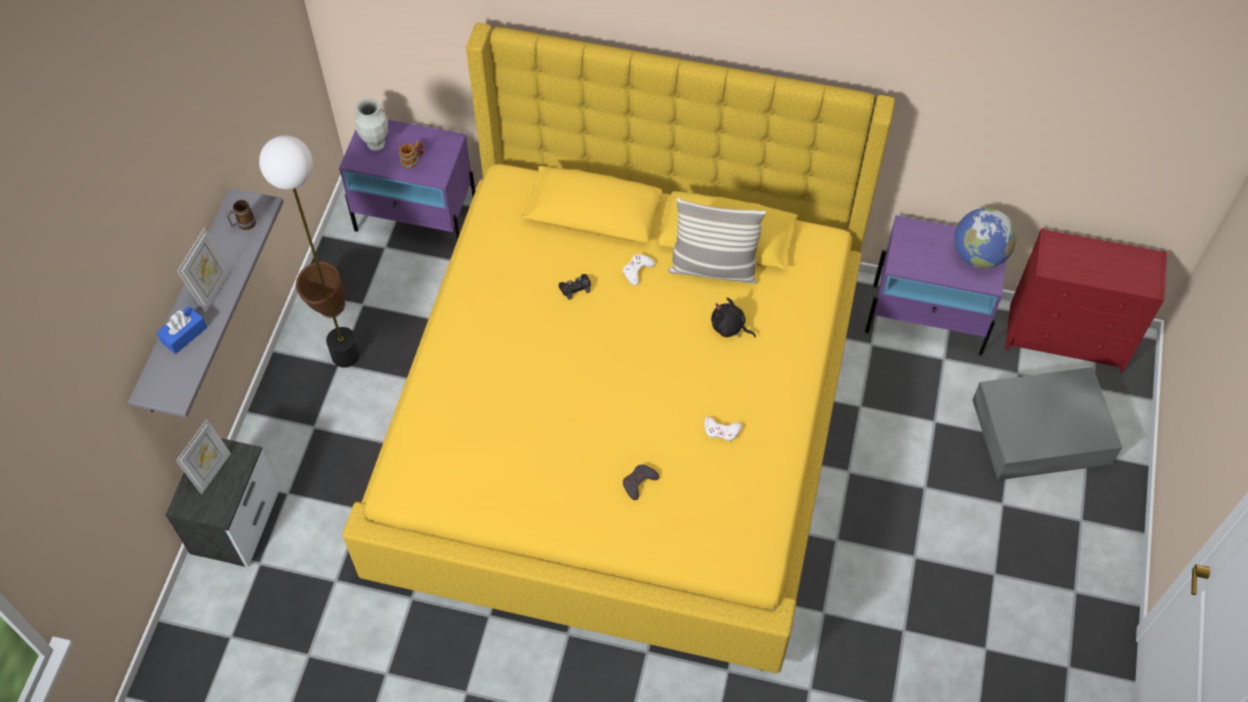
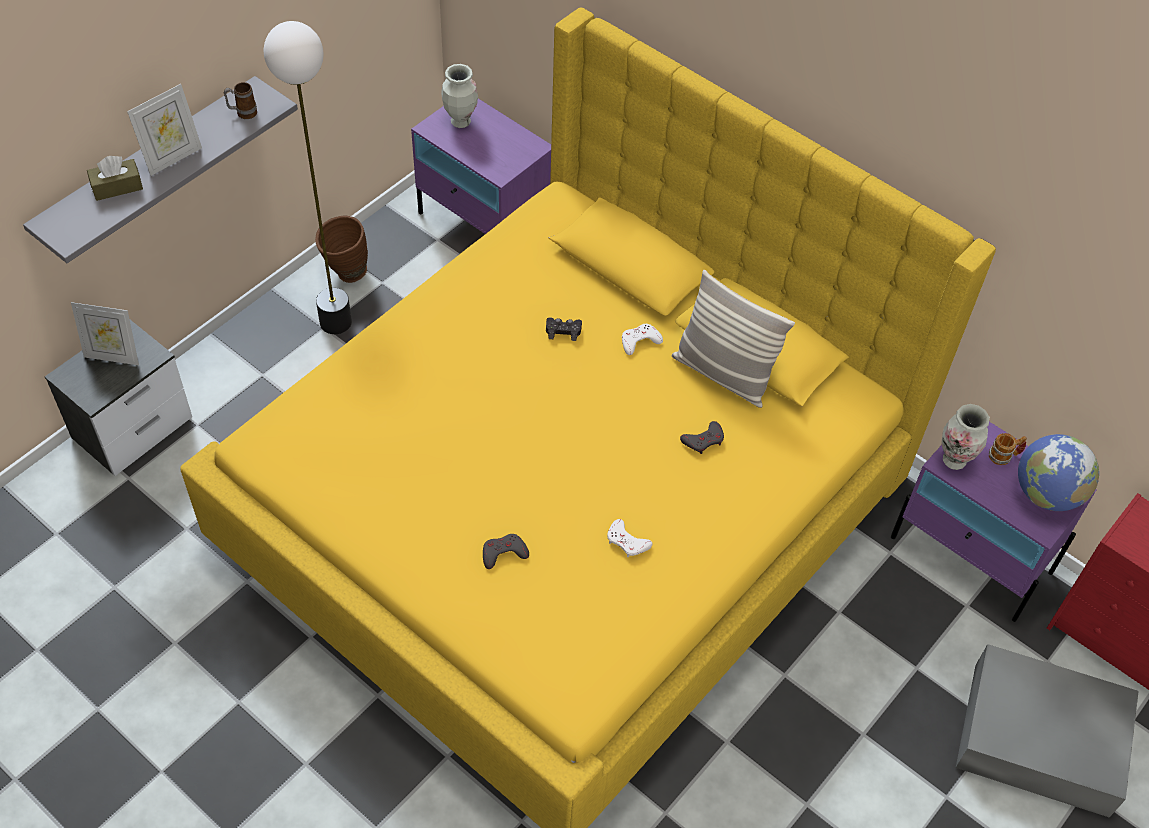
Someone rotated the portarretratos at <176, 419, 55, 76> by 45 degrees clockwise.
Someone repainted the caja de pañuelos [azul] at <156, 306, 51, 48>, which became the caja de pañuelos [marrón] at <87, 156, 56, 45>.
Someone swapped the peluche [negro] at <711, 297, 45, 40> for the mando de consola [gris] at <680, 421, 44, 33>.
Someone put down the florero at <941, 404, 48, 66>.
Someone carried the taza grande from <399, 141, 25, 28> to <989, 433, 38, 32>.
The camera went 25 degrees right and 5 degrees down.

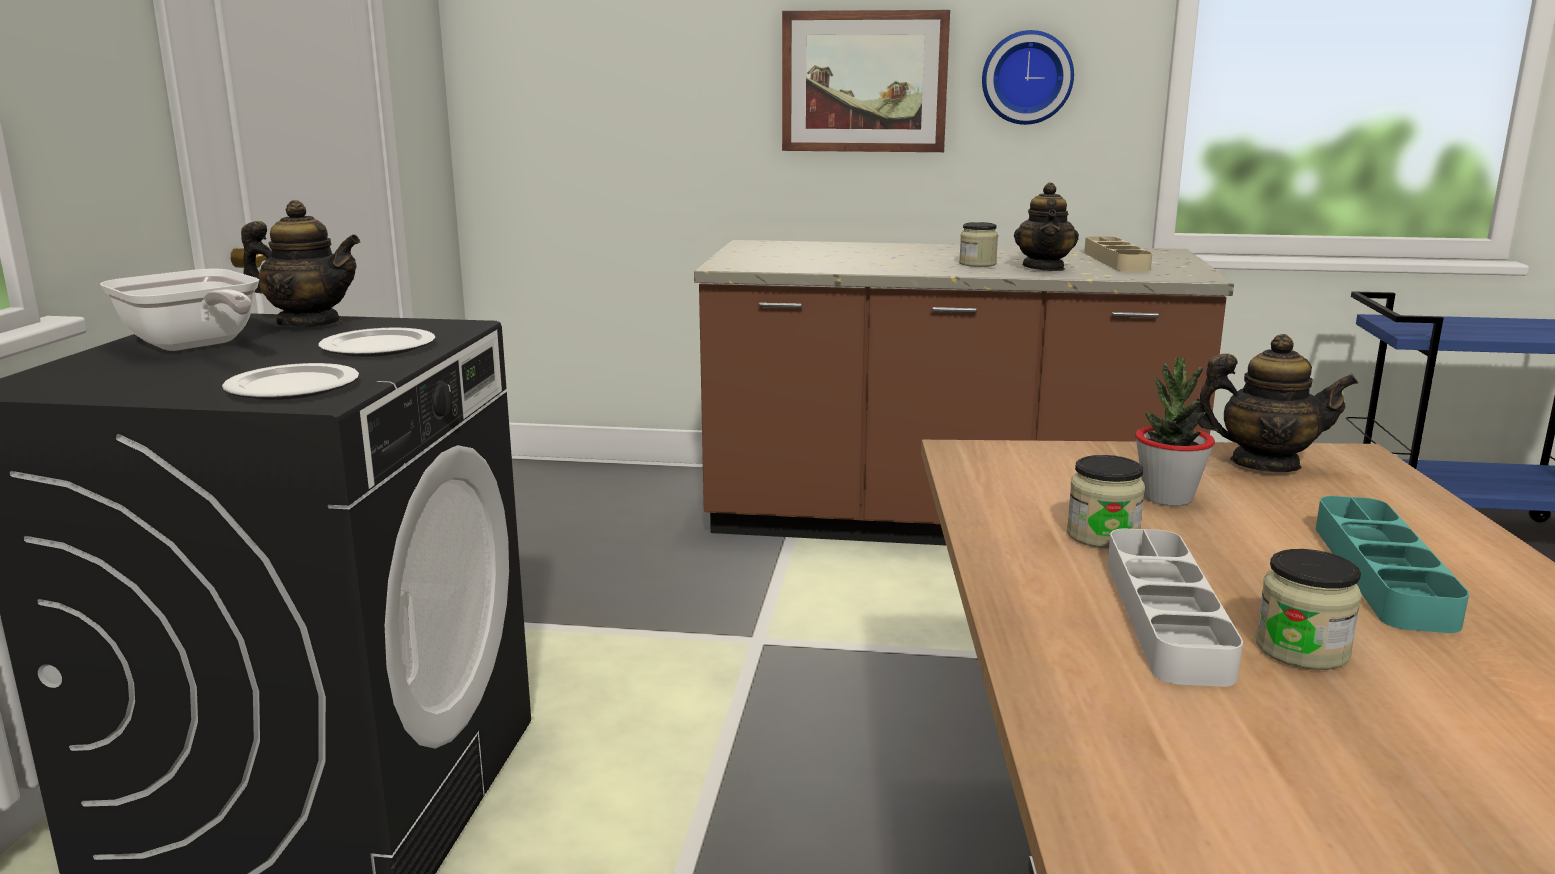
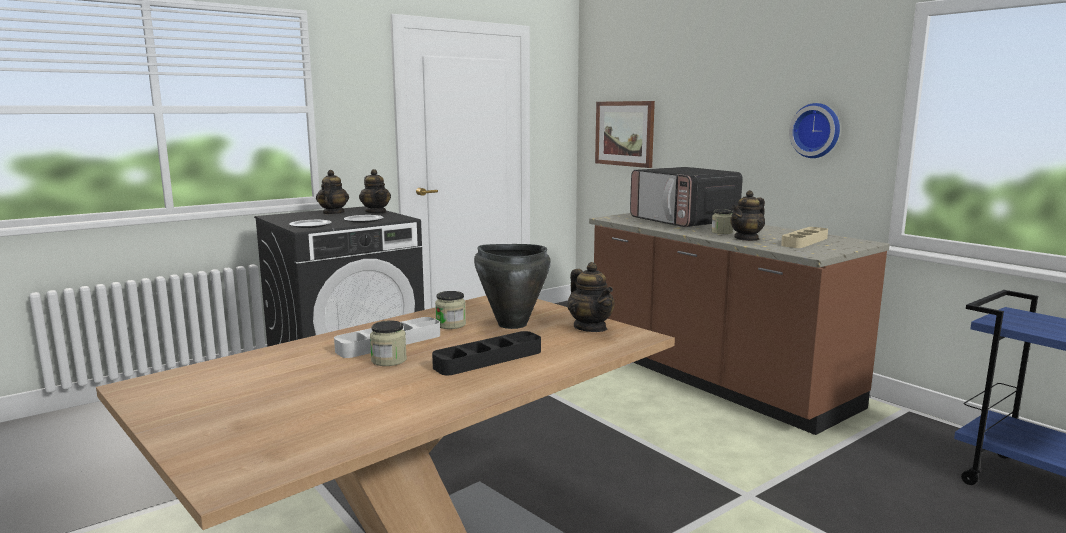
Someone swapped the sartén at <100, 268, 159, 83> for the tetera at <316, 170, 33, 45>.
Someone repainted the bandeja [turquesa] at <1316, 496, 153, 137>, which became the bandeja [negro] at <432, 331, 109, 44>.
Someone swapped the planta en maceta at <1135, 358, 80, 148> for the olla [negro] at <474, 244, 77, 85>.
Someone carried the cuadro from <782, 10, 168, 142> to <595, 101, 60, 67>.
Someone put down the microondas at <630, 167, 113, 60>.
The camera went 45 degrees right and 5 degrees down.

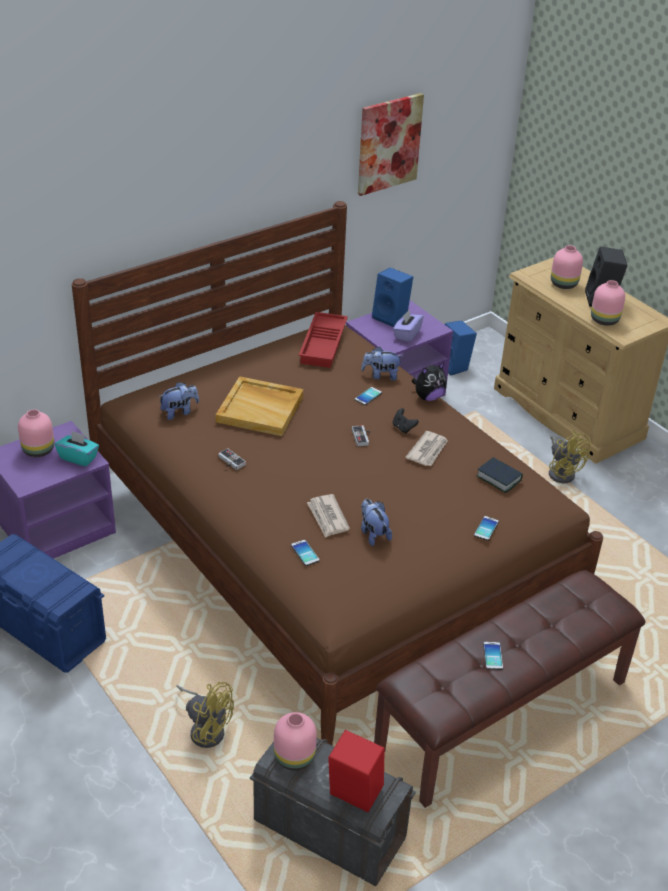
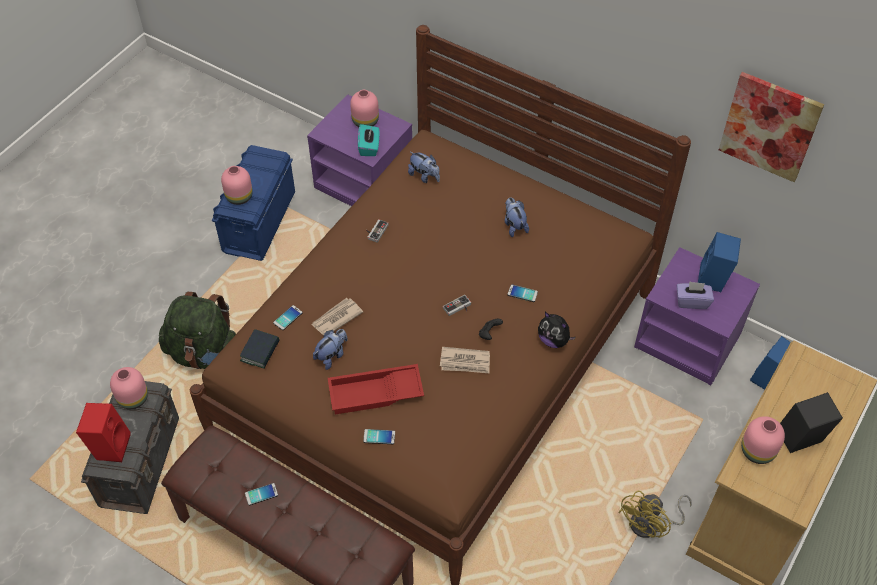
Someone swapped the ventilador [amarillo] at <176, 682, 58, 66> for the mochila [verde] at <159, 292, 77, 77>.
Someone carried the florero [rosa] from <551, 245, 32, 44> to <221, 166, 32, 39>.
Someone carried the libro from <476, 457, 47, 36> to <240, 329, 40, 40>.
Someone carried the bandeja [rojo] from <299, 312, 49, 56> to <328, 364, 96, 50>.
Someone carried the peluche from <361, 346, 42, 35> to <505, 197, 24, 40>.
Someone took away the bandeja [beis] at <216, 376, 87, 60>.
The camera went 70 degrees right and 15 degrees up.

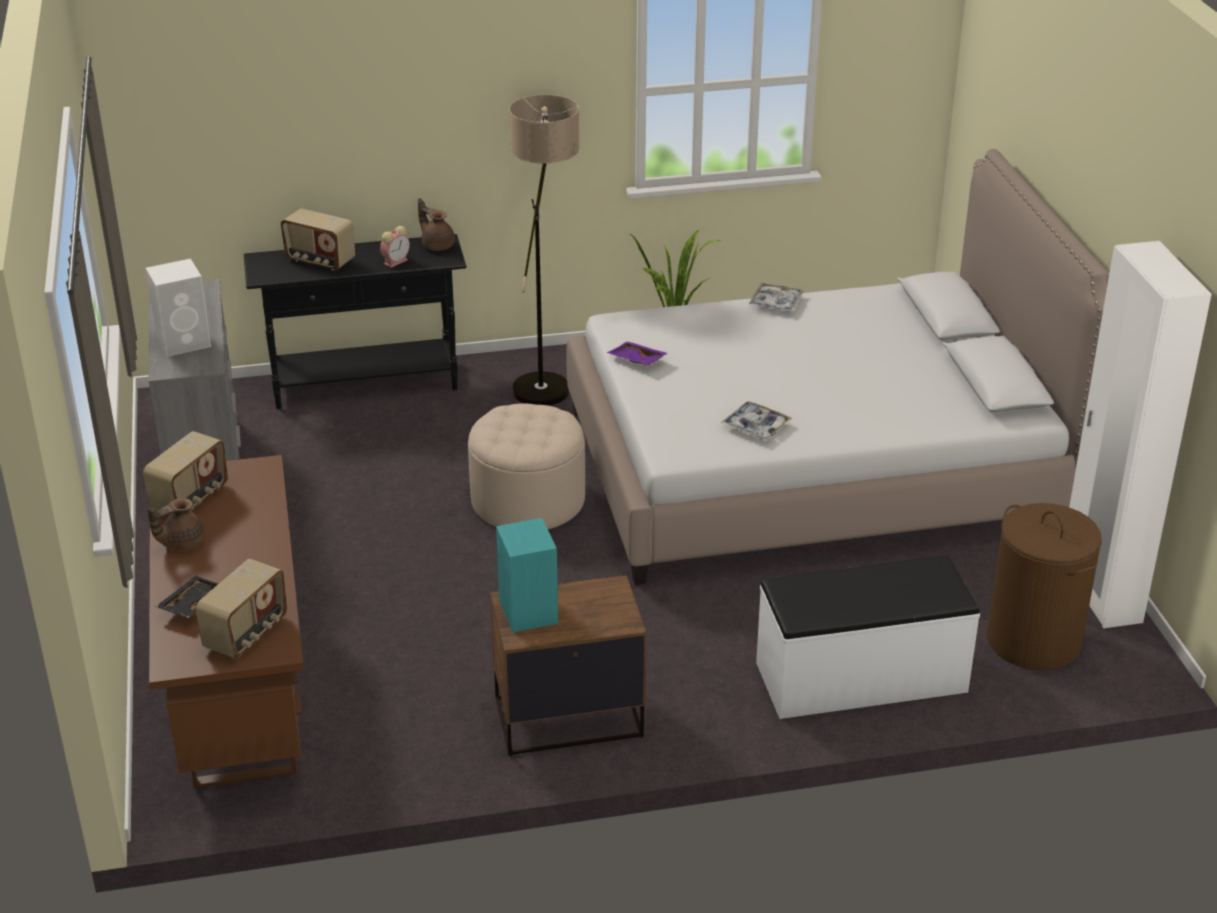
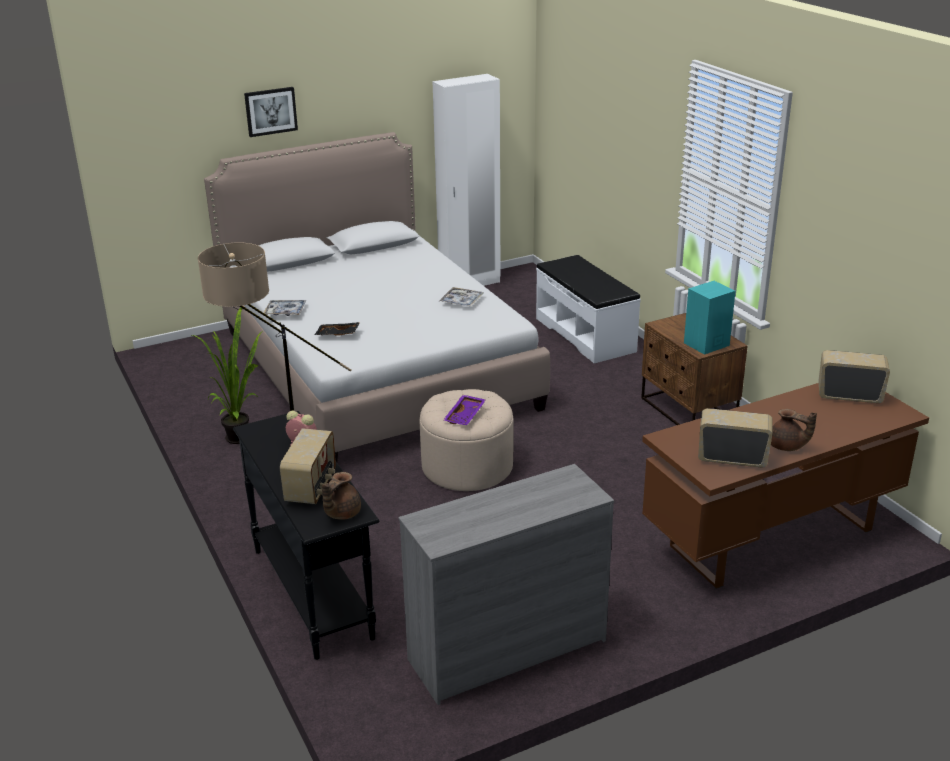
Someone put up the cuadro at <244, 87, 54, 50>.
Someone carried the bandeja [negro] from <155, 575, 64, 43> to <314, 322, 46, 14>.
Someone carried the tetera [marrón] from <418, 198, 37, 53> to <322, 472, 39, 48>.
Someone carried the bandeja [morado] from <607, 341, 61, 25> to <443, 395, 43, 30>.
Someone took away the altavoz [blanco] at <146, 259, 65, 98>.
Someone took away the cesto de la ropa [marrón] at <987, 503, 115, 167>.
The camera went 105 degrees left and 5 degrees down.

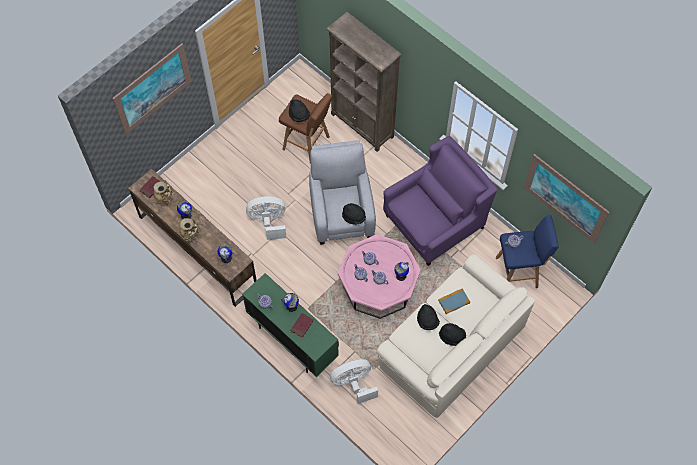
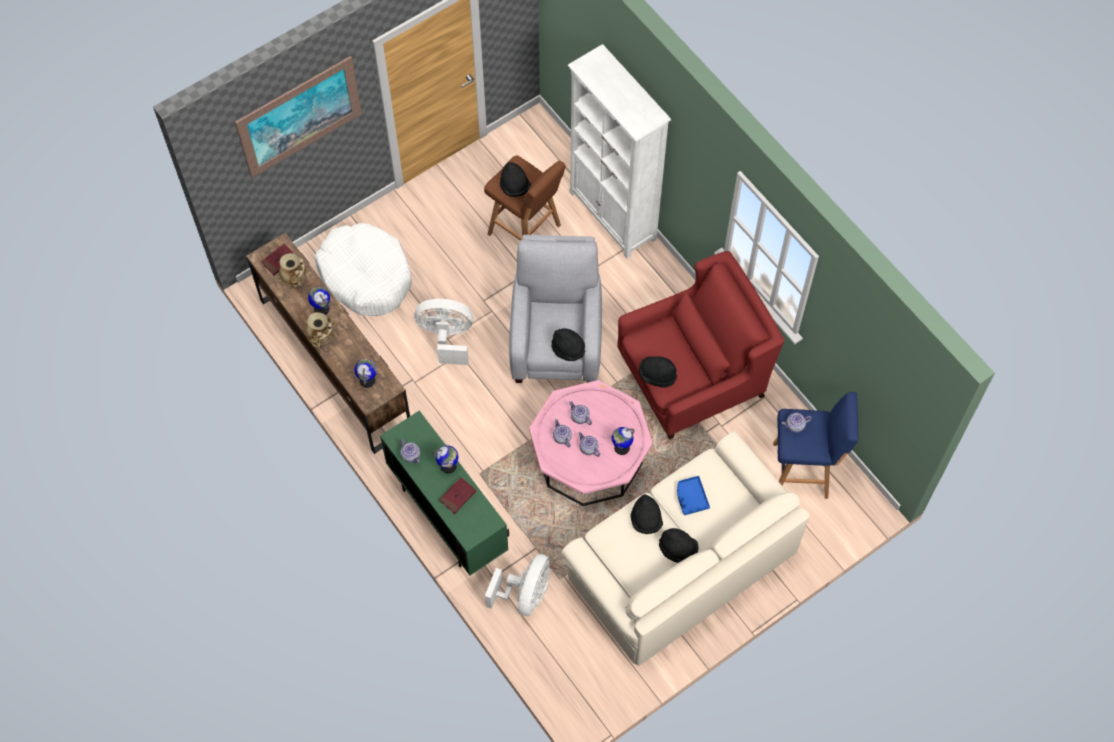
Someone put down the cama para perro [blanco] at <315, 223, 97, 93>.
Someone rotated the ventilador [blanco] at <330, 359, 48, 45> by 120 degrees clockwise.
Someone repainted the estantería [marrón] at <326, 12, 76, 140>, which became the estantería [blanco] at <568, 44, 103, 215>.
Someone repainted the sillón [morado] at <383, 136, 114, 130>, which became the sillón [rojo] at <617, 251, 167, 189>.
Someone put down the sombrero [negro] at <639, 356, 38, 32>.
Someone swapped the libro at <438, 288, 32, 26> for the bandeja [azul] at <677, 476, 33, 39>.
Someone took away the cuadro at <524, 154, 85, 90>.
The camera went 10 degrees right and 0 degrees up.

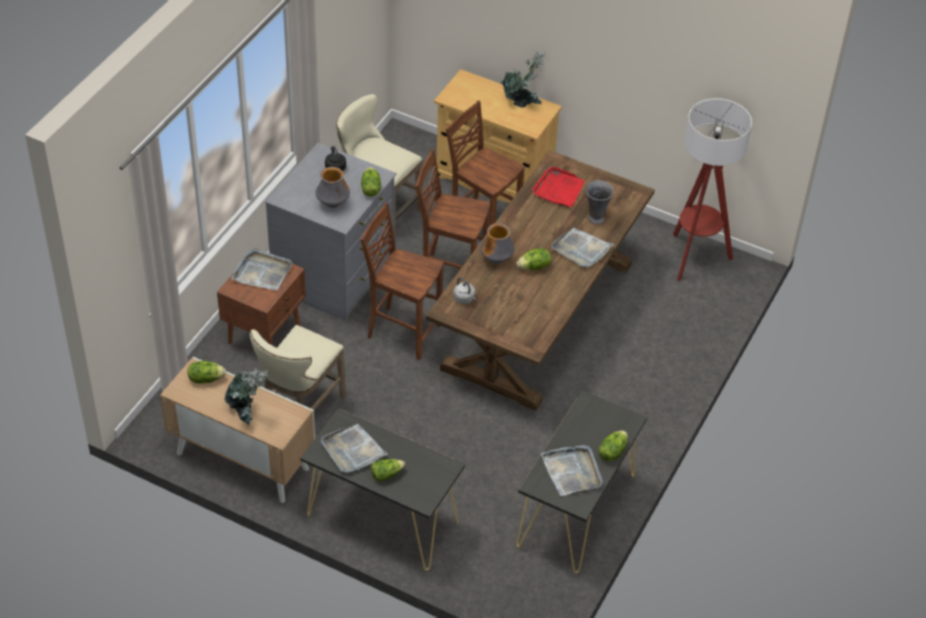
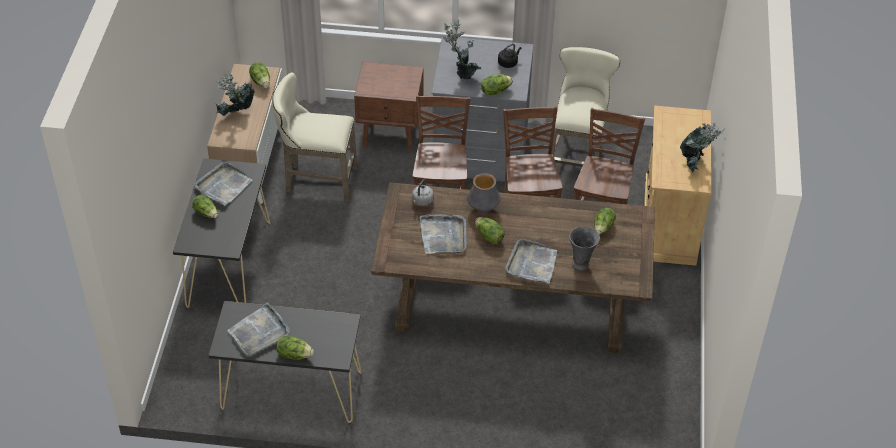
Someone carried the bandeja [gris] from <231, 249, 62, 41> to <420, 214, 47, 40>.
Someone swapped the florero at <316, 167, 34, 41> for the planta en maceta at <443, 19, 38, 61>.
Someone swapped the bandeja [rojo] at <532, 166, 53, 41> for the lechuga at <594, 208, 22, 26>.
Someone took away the lámpara de pie at <673, 98, 79, 183>.
The camera went 70 degrees right and 0 degrees up.

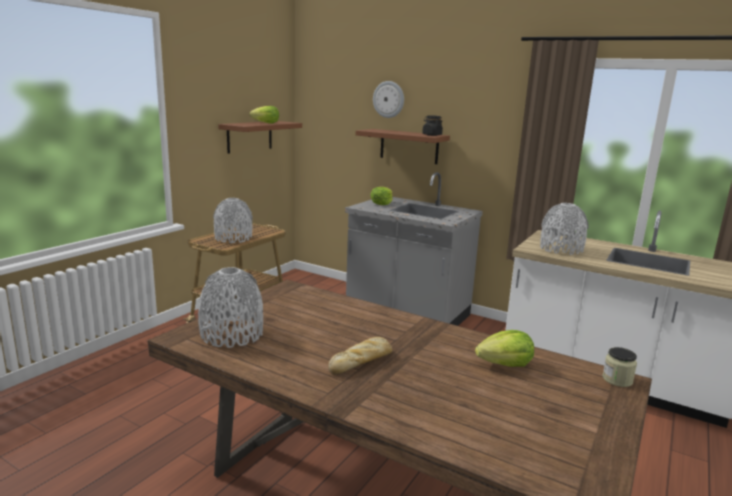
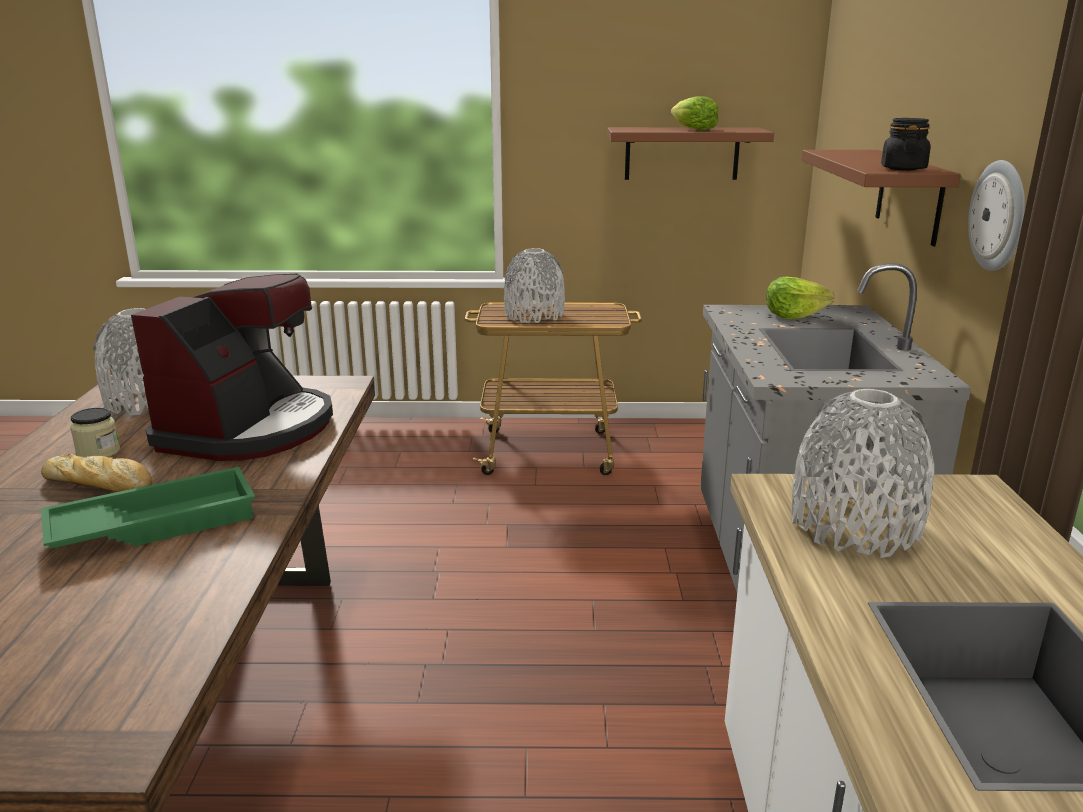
Someone put down the bandeja [verde] at <41, 467, 214, 82>.
Someone carried the tarro from <602, 347, 35, 40> to <70, 408, 50, 49>.
Someone put down the cafetera at <131, 274, 202, 187>.
Someone carried the reloj de pared from <373, 81, 31, 37> to <968, 160, 57, 111>.
Someone took away the lechuga at <475, 330, 59, 37>.
The camera went 60 degrees right and 5 degrees up.

